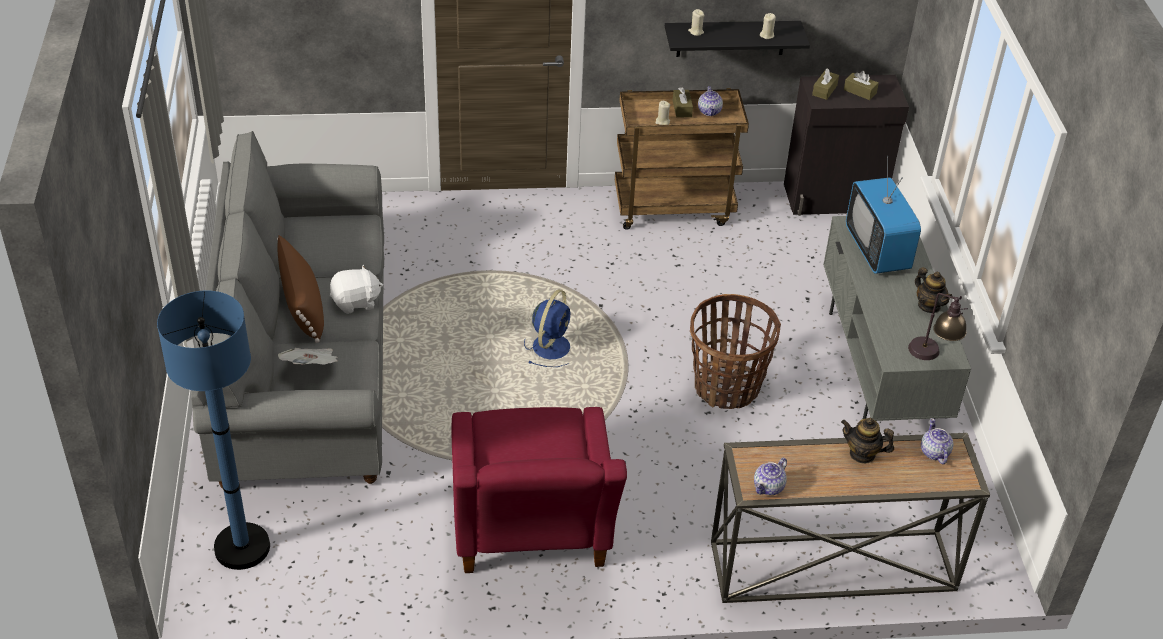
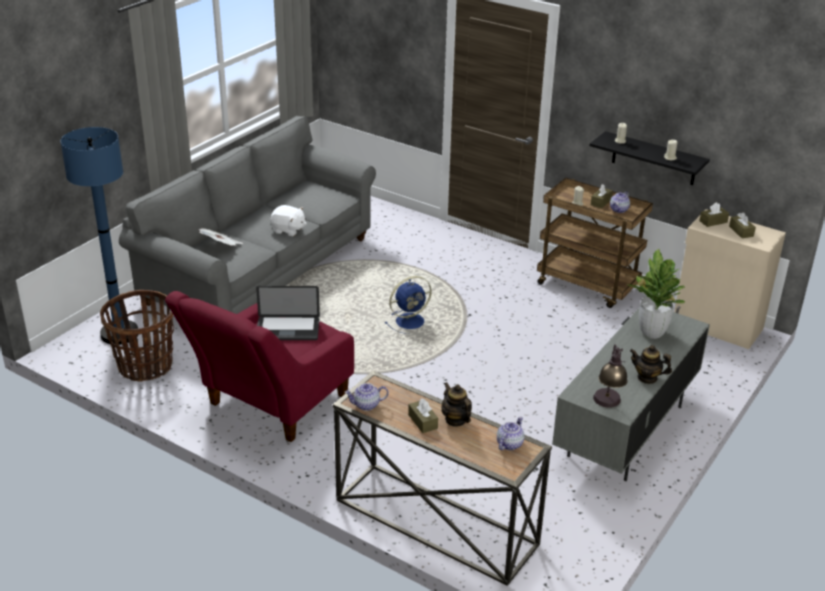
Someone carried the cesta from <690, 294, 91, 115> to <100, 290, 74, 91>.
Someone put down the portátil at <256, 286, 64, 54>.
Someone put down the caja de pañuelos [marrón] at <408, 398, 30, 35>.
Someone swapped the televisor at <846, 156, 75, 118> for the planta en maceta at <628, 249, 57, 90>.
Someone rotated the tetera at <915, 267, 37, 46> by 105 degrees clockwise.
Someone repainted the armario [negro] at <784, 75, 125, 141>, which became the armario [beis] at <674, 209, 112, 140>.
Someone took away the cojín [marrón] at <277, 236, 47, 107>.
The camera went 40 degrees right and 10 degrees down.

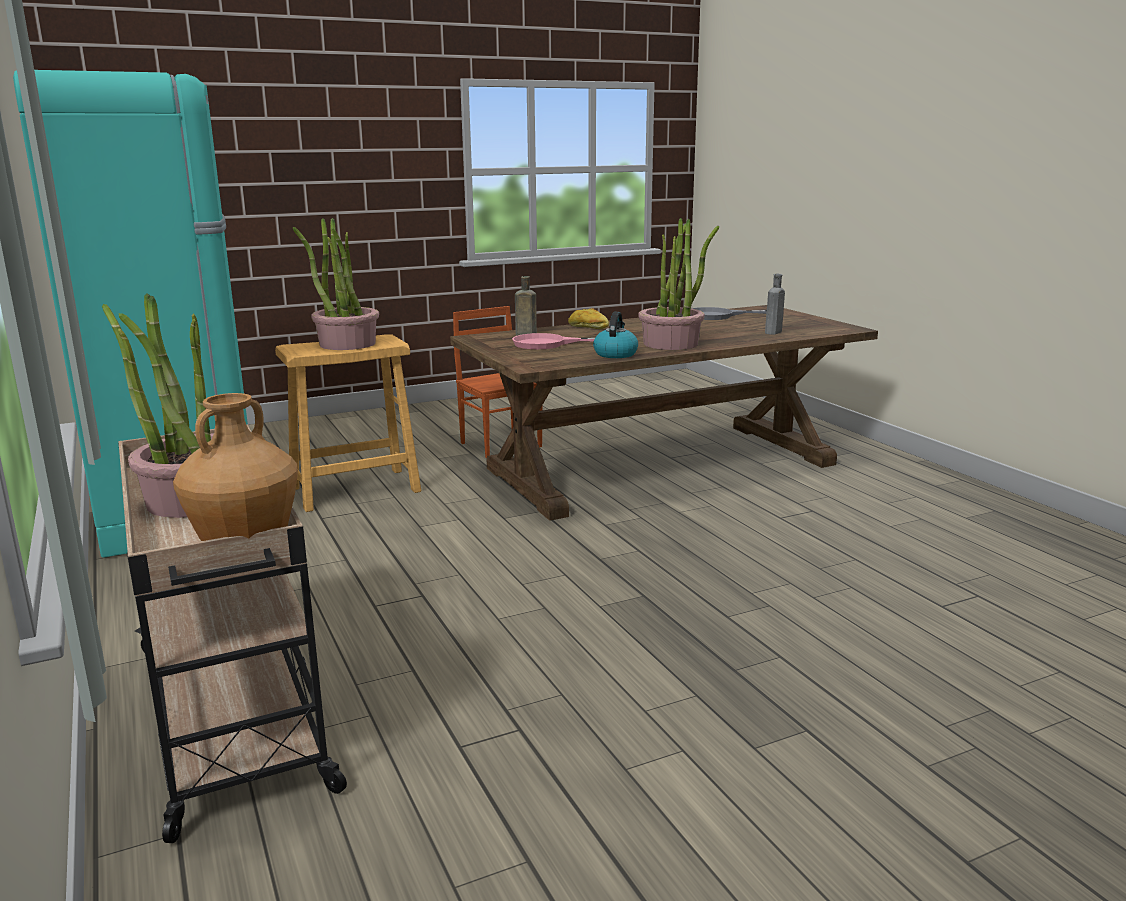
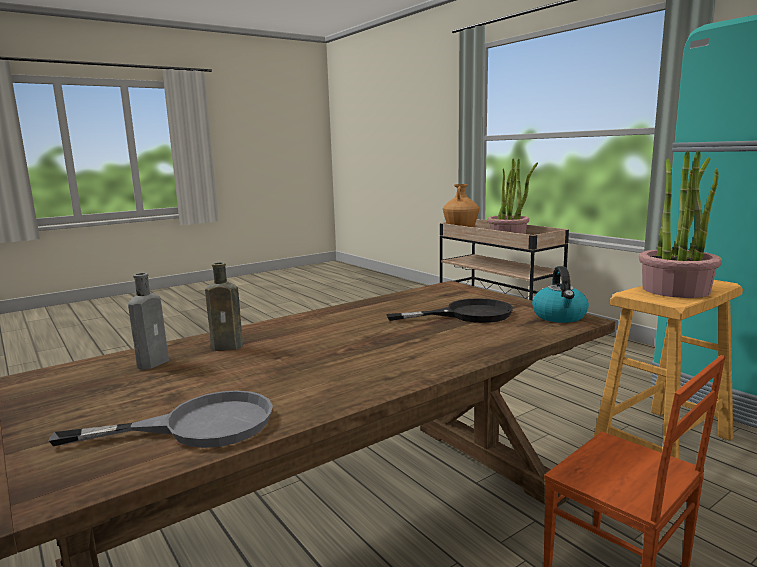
Someone carried the botella [marrón] from <515, 276, 22, 60> to <205, 262, 38, 89>.
Someone repainted the sartén [rosa] at <512, 333, 83, 16>, which became the sartén [negro] at <386, 298, 127, 25>.
Someone carried the hervidor from <593, 312, 45, 46> to <532, 266, 57, 57>.
Someone took away the pan at <568, 308, 41, 21>.
Someone took away the planta en maceta at <638, 218, 81, 132>.
The camera went 170 degrees right and 5 degrees down.

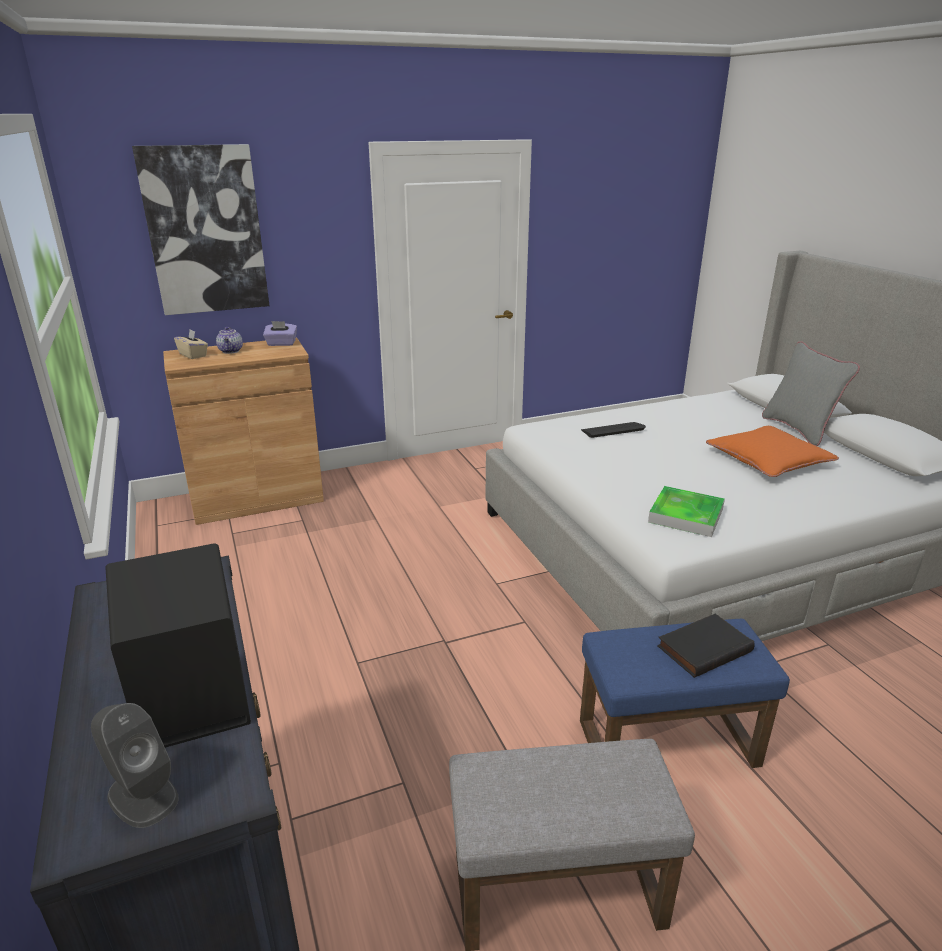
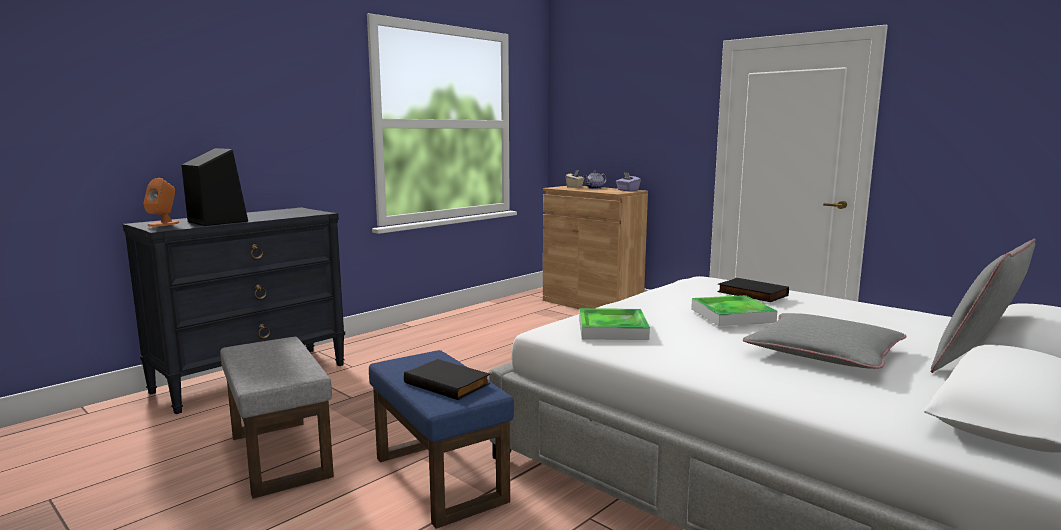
Someone repainted the altavoz [gris] at <91, 703, 88, 125>, which became the altavoz [naranja] at <143, 178, 36, 49>.
Someone put down the bandeja at <691, 295, 86, 31>.
Someone swapped the teclado at <581, 422, 65, 16> for the libro [negro] at <717, 278, 72, 24>.
Someone repainted the cojín [naranja] at <706, 426, 133, 51>, which became the cojín [gris] at <743, 313, 163, 56>.
Someone took away the cuadro at <132, 144, 138, 171>.
The camera went 65 degrees right and 15 degrees down.

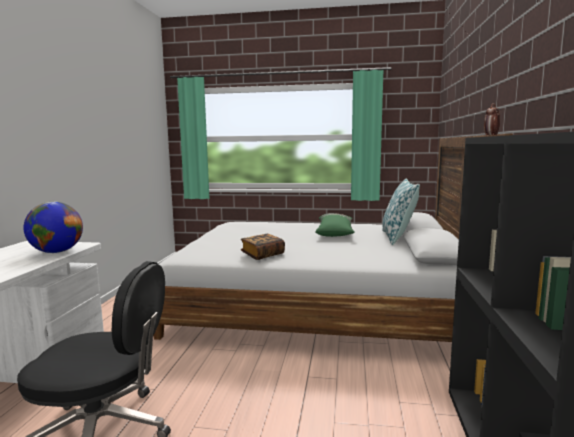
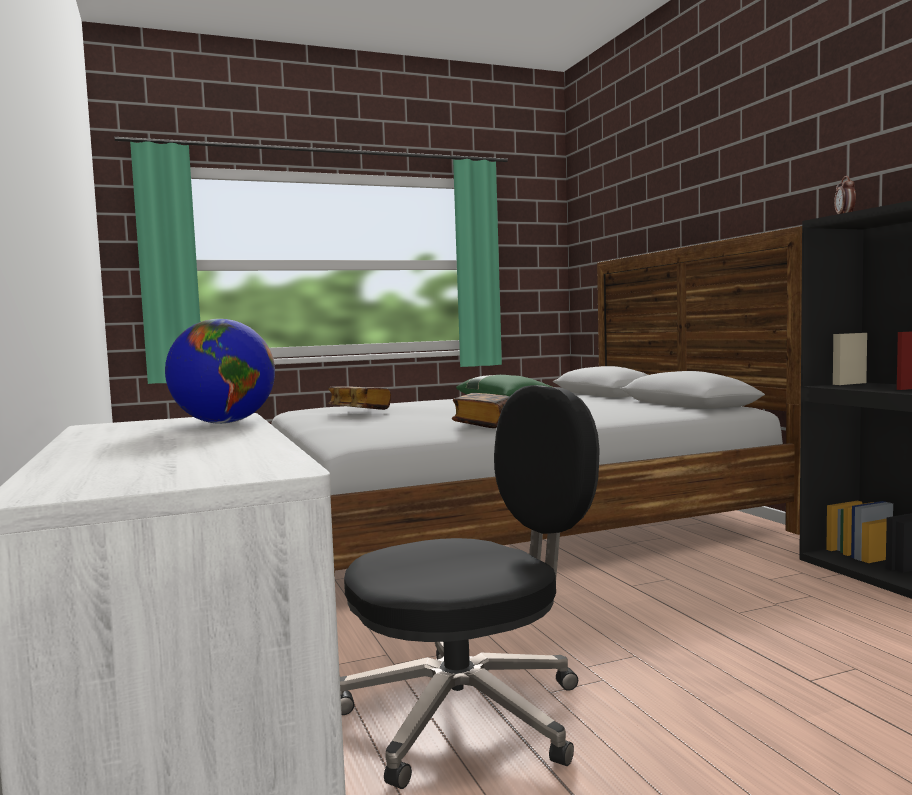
Someone put down the libro at <328, 386, 63, 24>.
Someone took away the cojín at <383, 179, 37, 66>.
The camera went 30 degrees left and 5 degrees down.

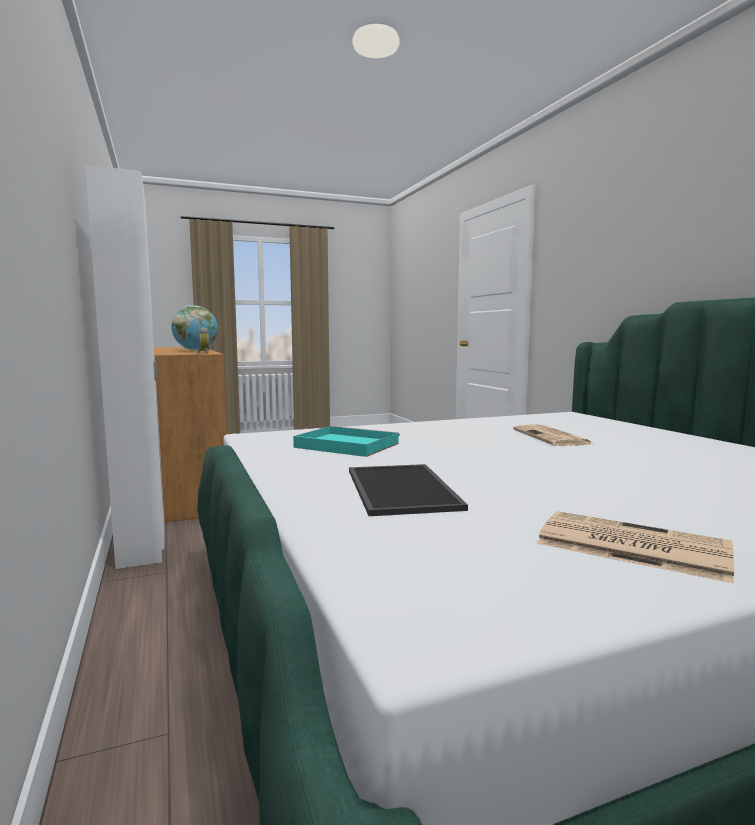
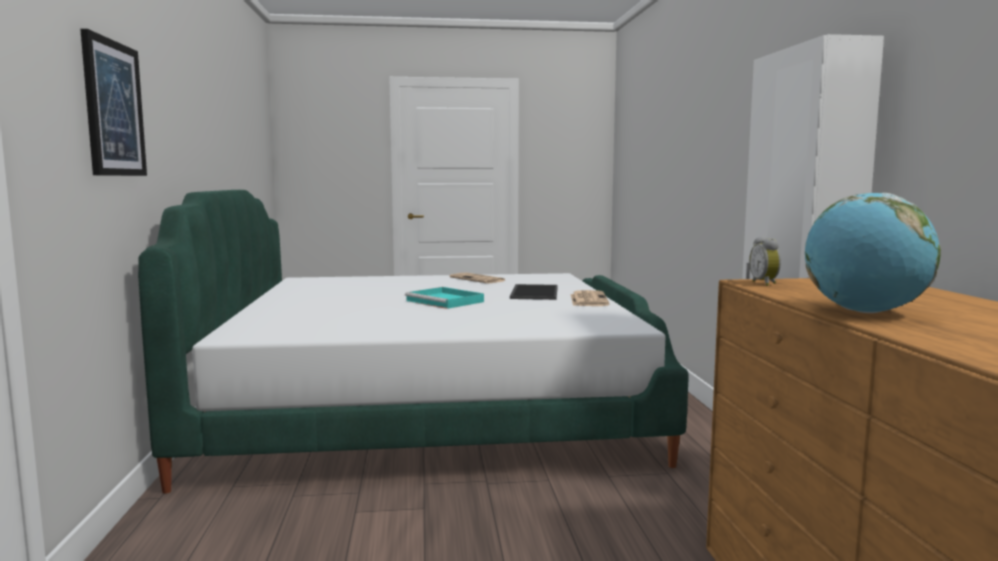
Someone put up the cuadro at <80, 29, 67, 147>.
Someone carried the bandeja [turquesa] from <293, 426, 107, 31> to <405, 287, 79, 22>.
Someone carried the periódico from <513, 424, 79, 22> to <571, 290, 38, 16>.
The camera went 165 degrees left and 0 degrees up.

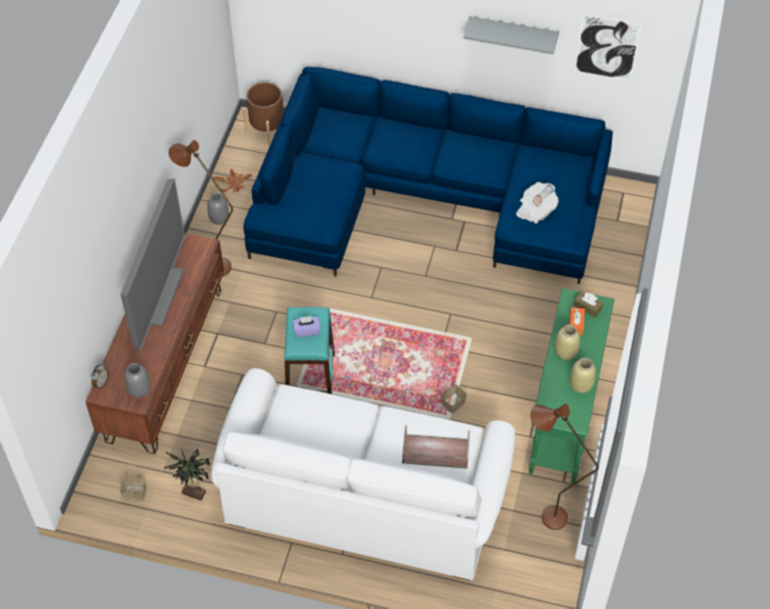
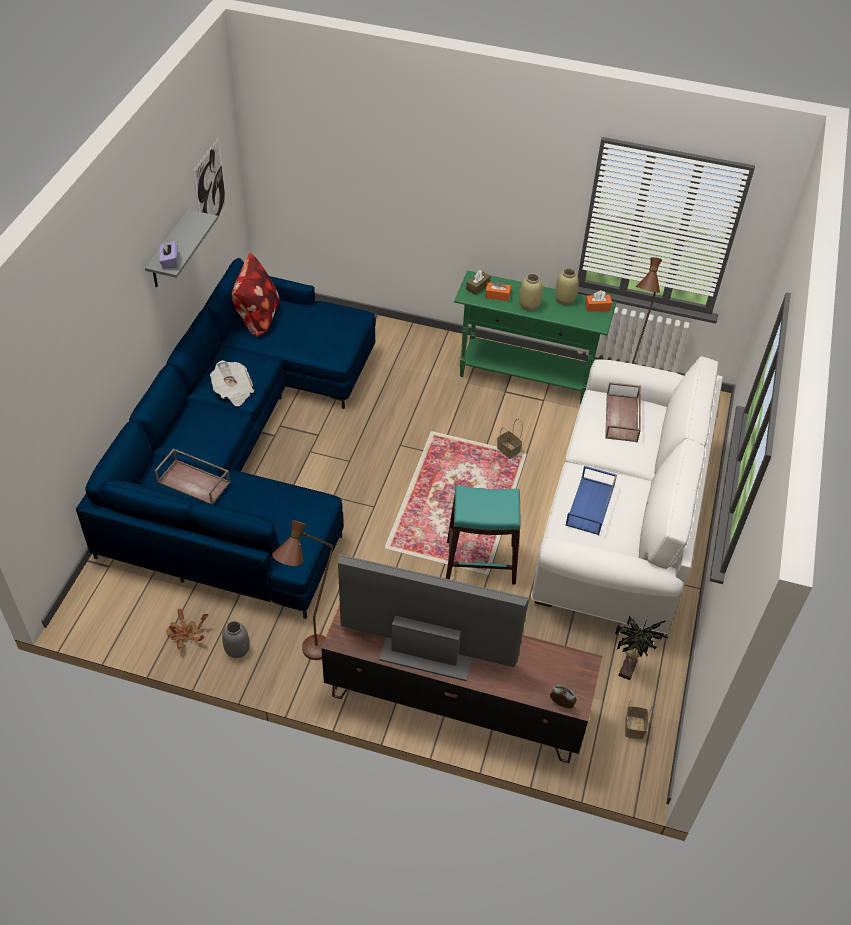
Someone put down the bandeja [marrón] at <155, 448, 76, 56>.
Someone carried the caja de pañuelos [morado] from <293, 316, 28, 21> to <159, 240, 19, 28>.
Someone carried the periódico from <516, 182, 42, 42> to <210, 360, 44, 46>.
Someone put down the cojín at <231, 253, 49, 84>.
Someone put down the bandeja [azul] at <565, 466, 52, 69>.
Someone put down the caja de pañuelos [naranja] at <585, 290, 27, 22>.
Someone took away the florero [gris] at <124, 363, 27, 35>.
Someone took away the maceta [marrón] at <243, 82, 44, 63>.
The camera went 90 degrees left and 5 degrees down.

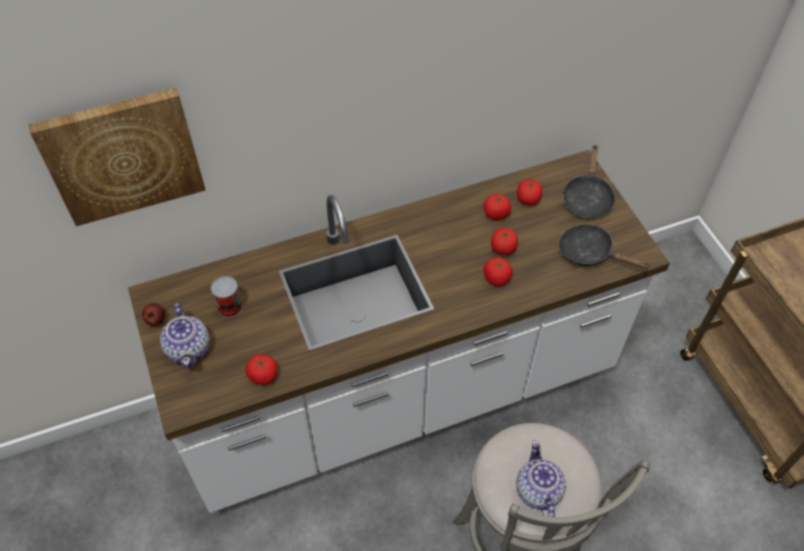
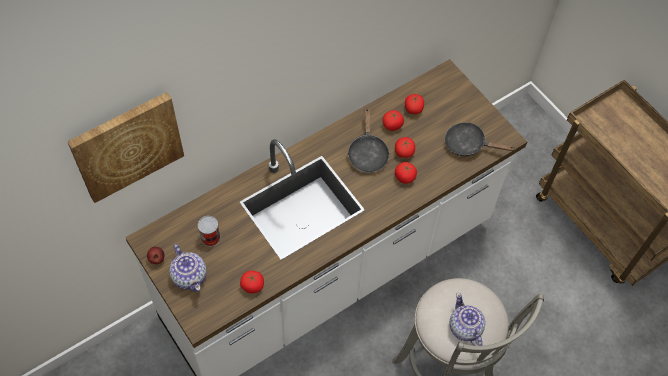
Someone carried the sartén [negro] from <562, 144, 54, 75> to <347, 107, 43, 66>.
The camera went 15 degrees left and 5 degrees up.

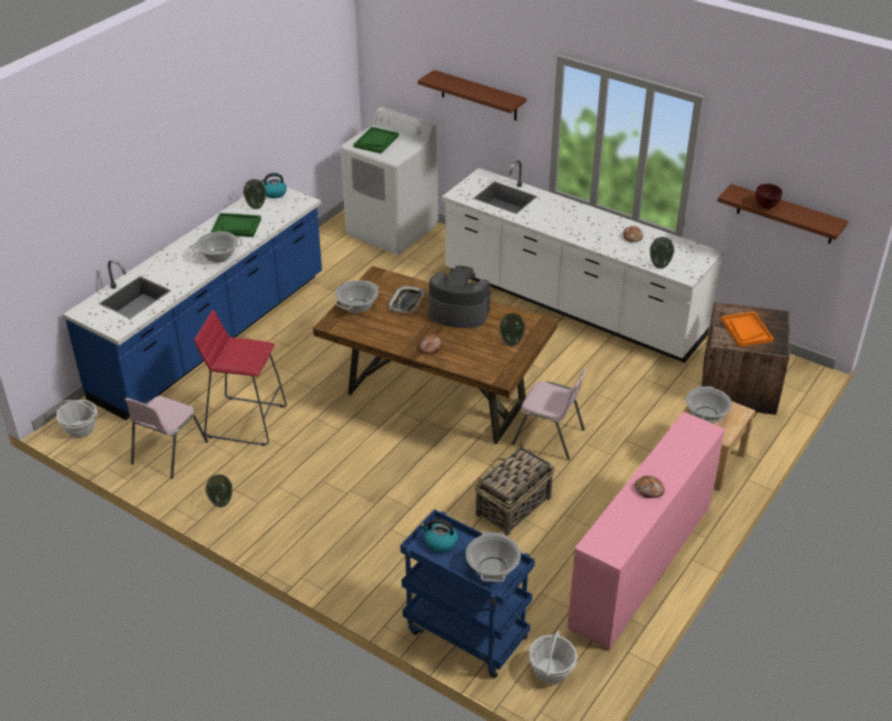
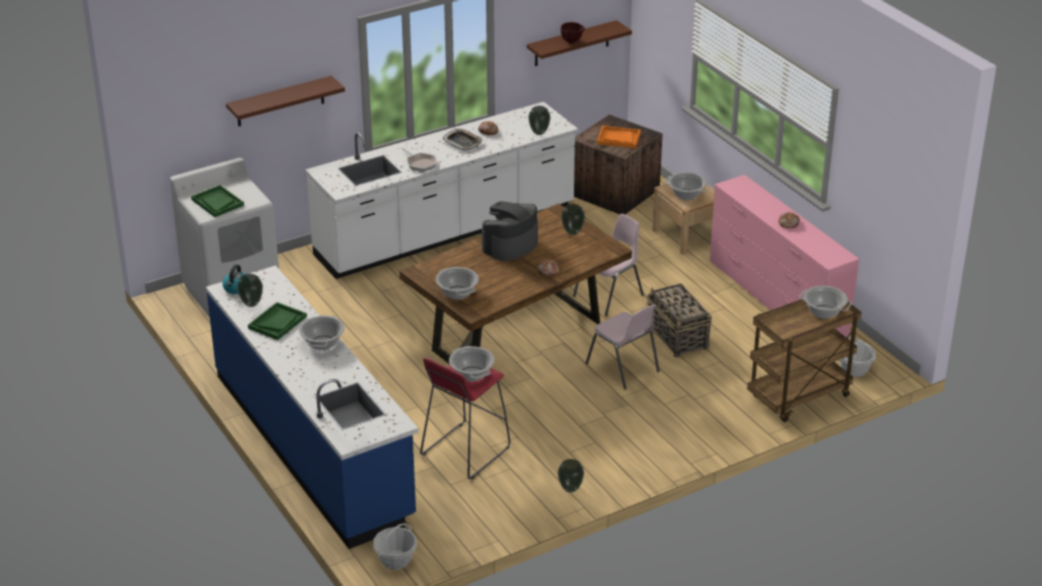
Someone put down the sartén at <402, 148, 35, 24>.
Someone carried the bandeja from <388, 286, 38, 27> to <442, 129, 41, 22>.
Someone put down the olla at <449, 346, 46, 36>.
Someone carried the silla [rosa] from <125, 396, 83, 83> to <585, 304, 75, 86>.
Someone repainted the carrito [azul] at <400, 509, 135, 169>, which became the carrito [marrón] at <747, 300, 114, 122>.
Someone took away the hervidor at <420, 519, 38, 33>.
The camera went 65 degrees left and 5 degrees down.

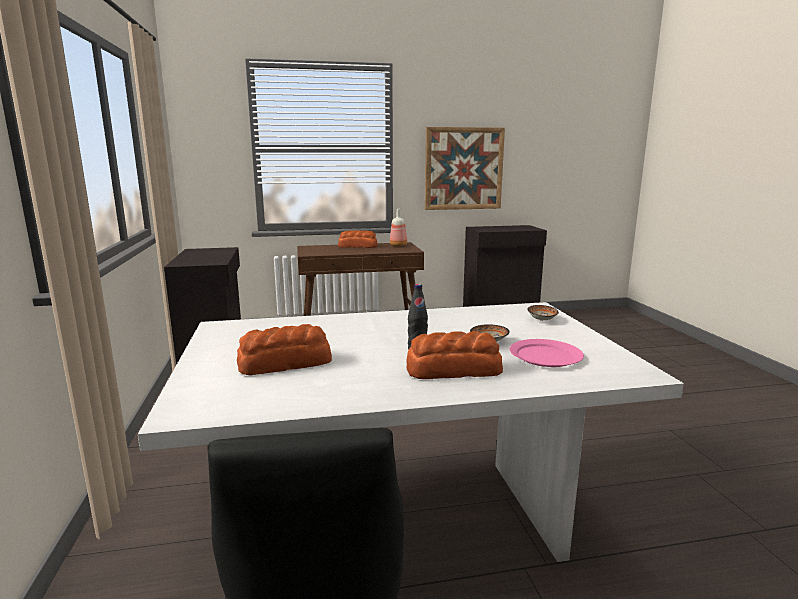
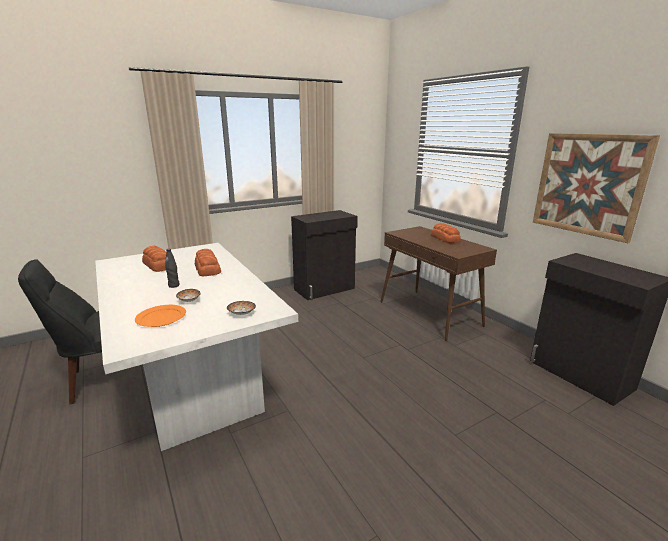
Someone repainted the plato [rosa] at <509, 339, 75, 28>, which became the plato [naranja] at <135, 305, 51, 22>.
Someone carried the pan from <406, 331, 97, 48> to <195, 249, 26, 28>.
Someone took away the botella at <390, 209, 17, 37>.
The camera went 70 degrees right and 5 degrees up.

